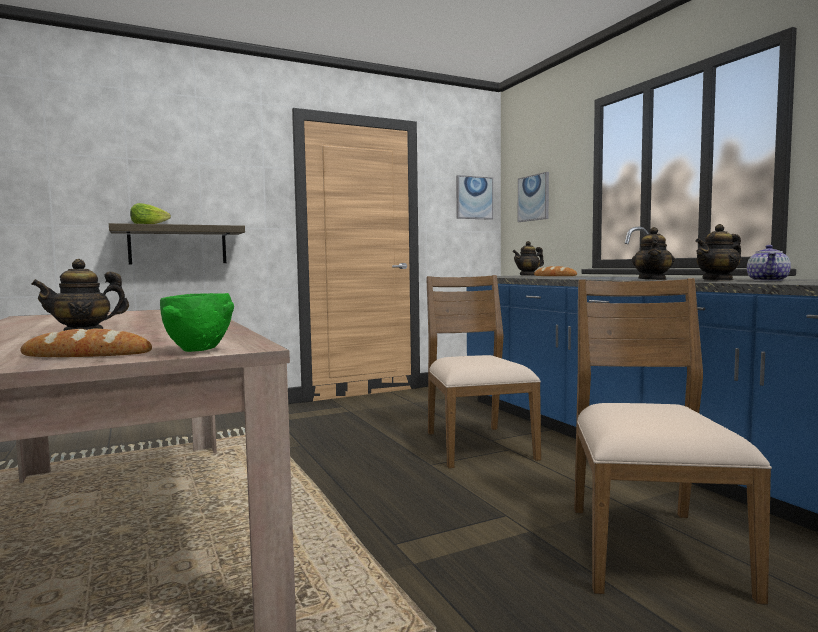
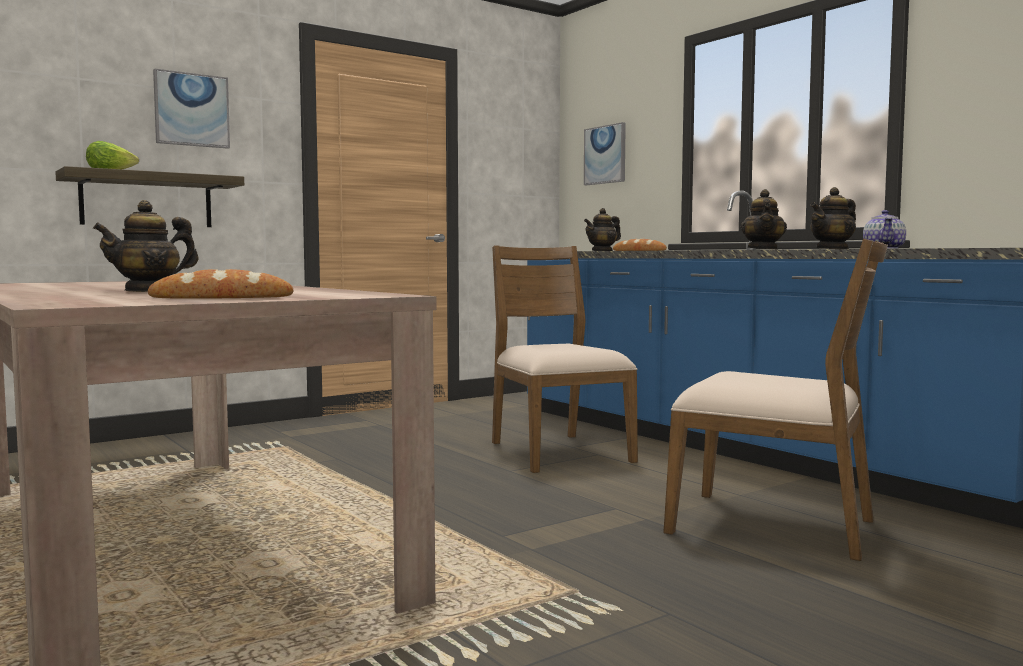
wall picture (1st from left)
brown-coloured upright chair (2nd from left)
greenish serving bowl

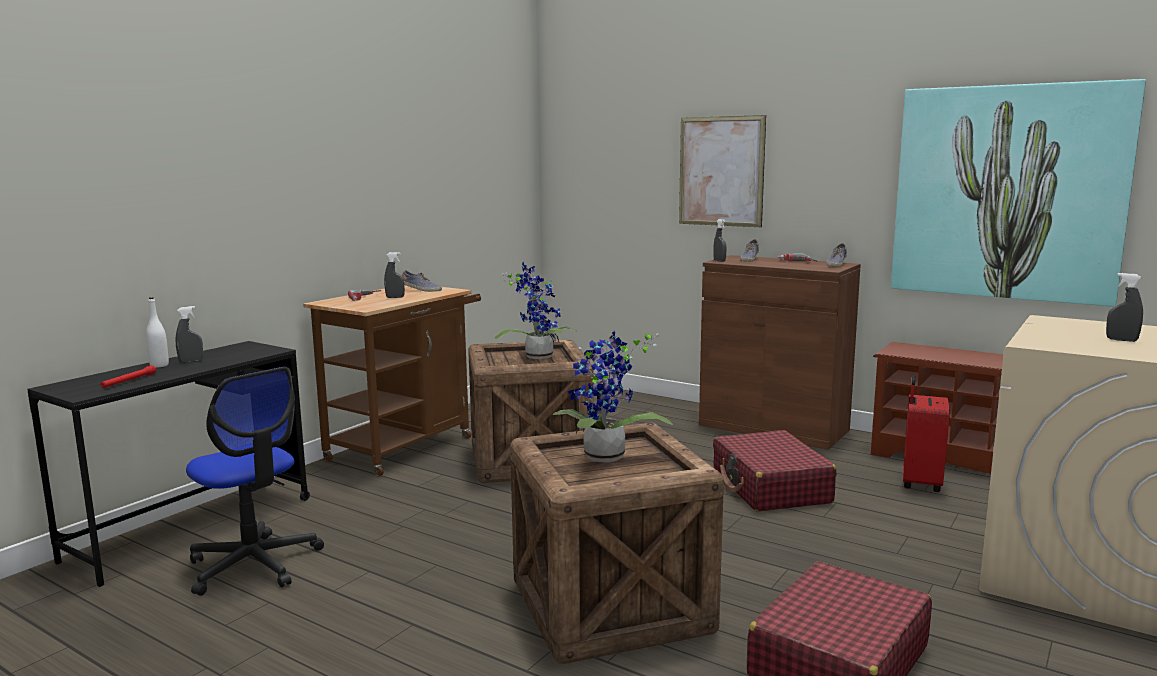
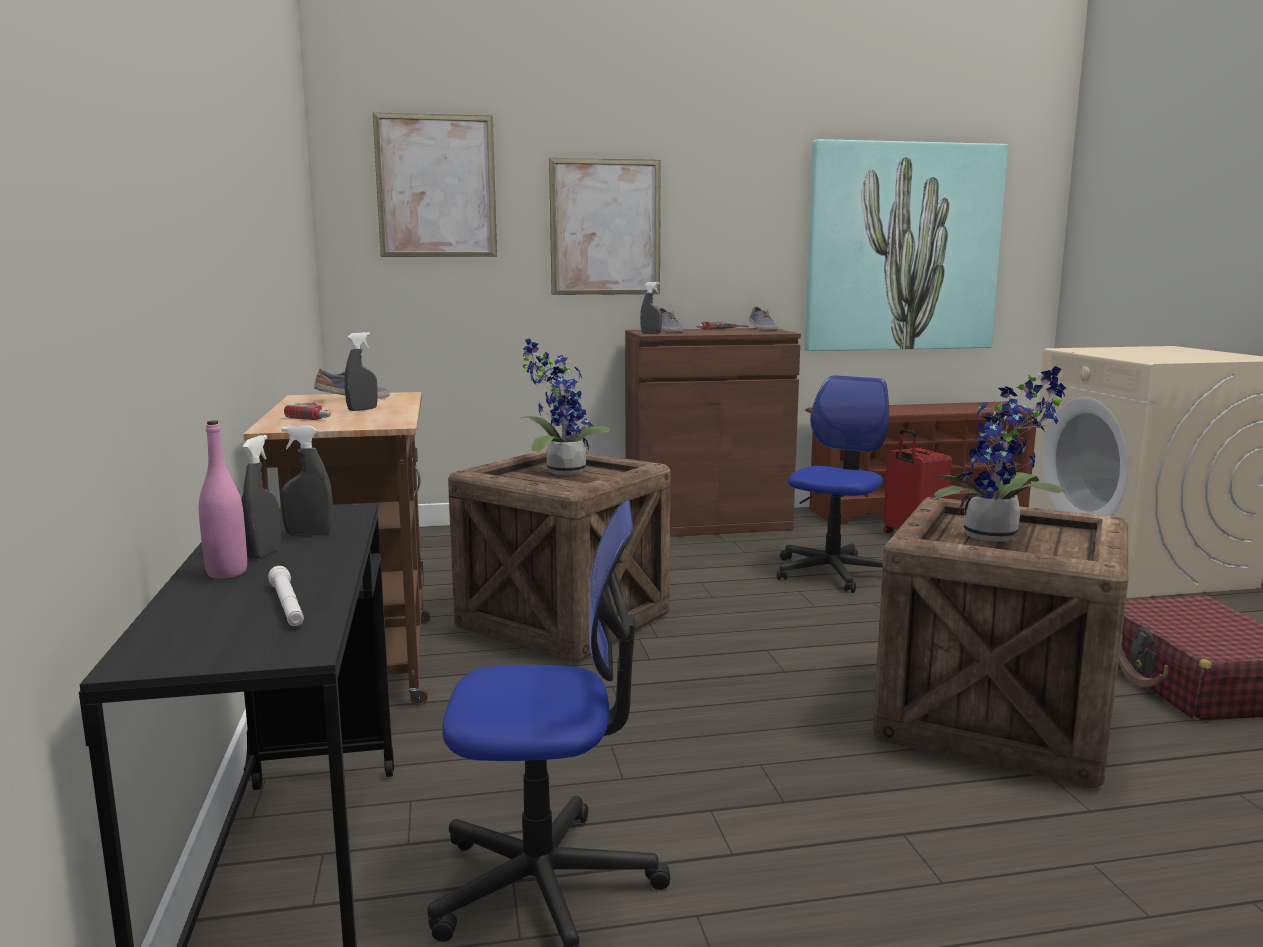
pinkish beverage bottle
whitish flashlight
gray hand sprayer (2nd from left)
wall picture (1st from left)
desk chair (2nd from left)

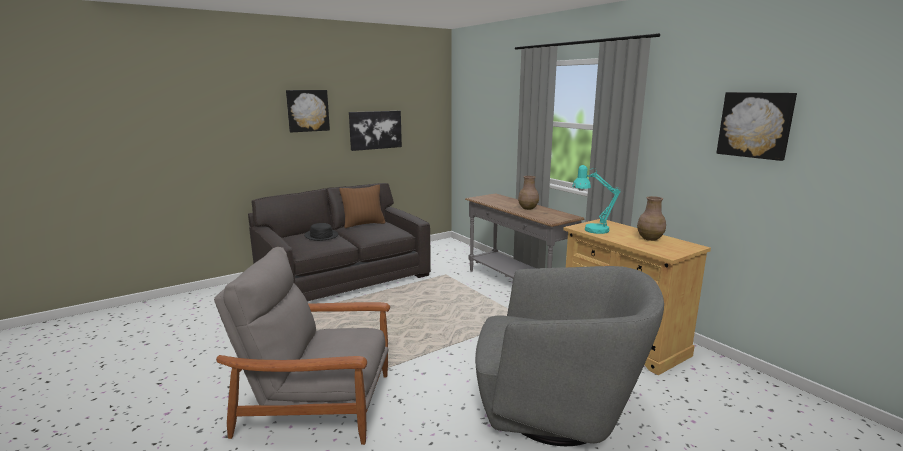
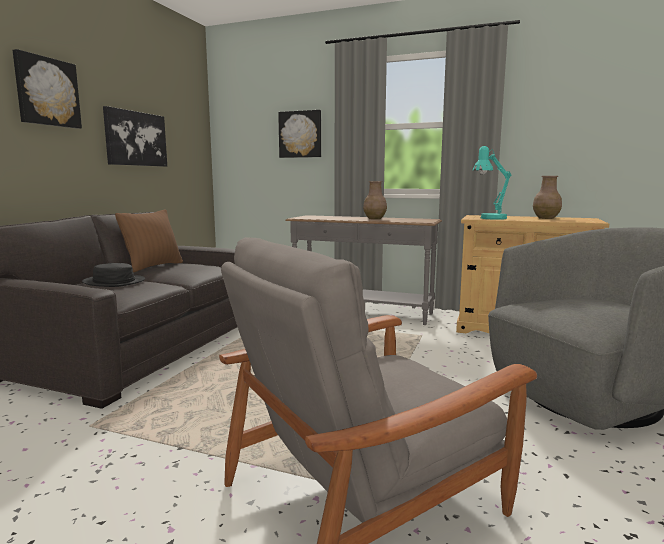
wall picture (3rd from left)

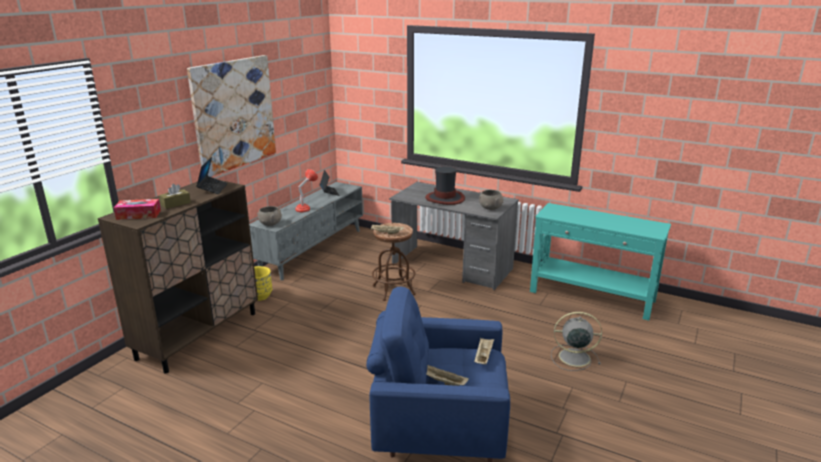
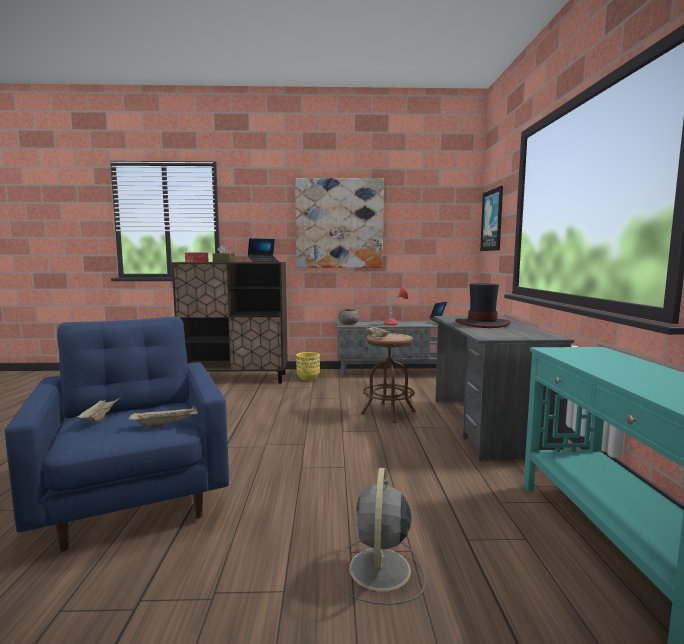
gray fan
wall picture (2nd from left)
gray serving bowl (2nd from left in the first image)

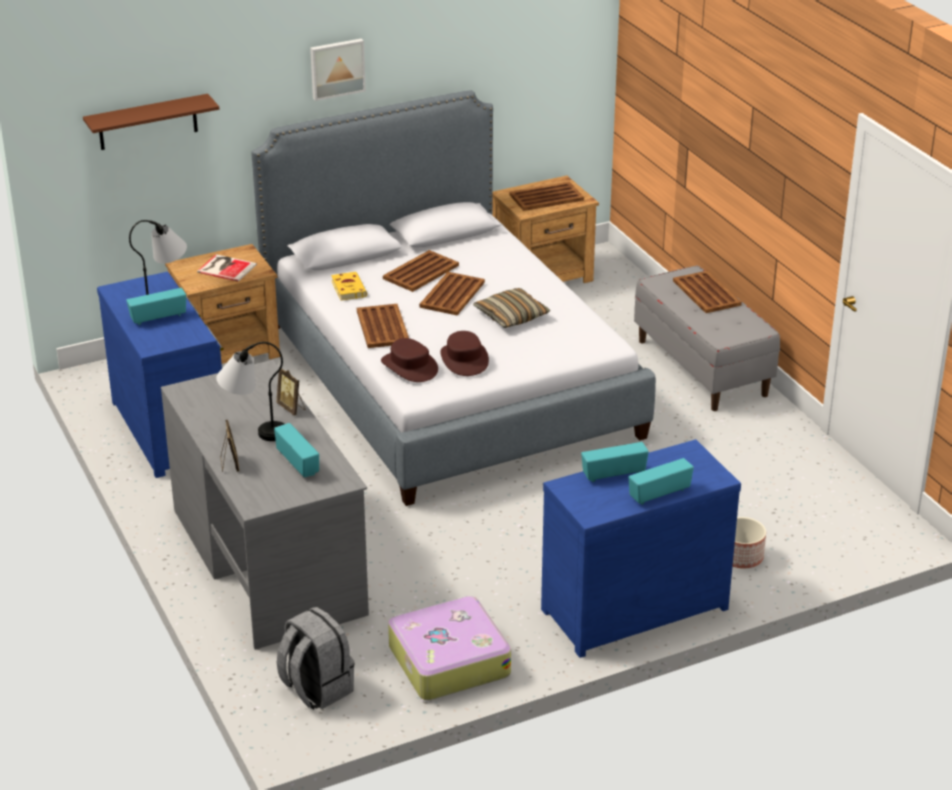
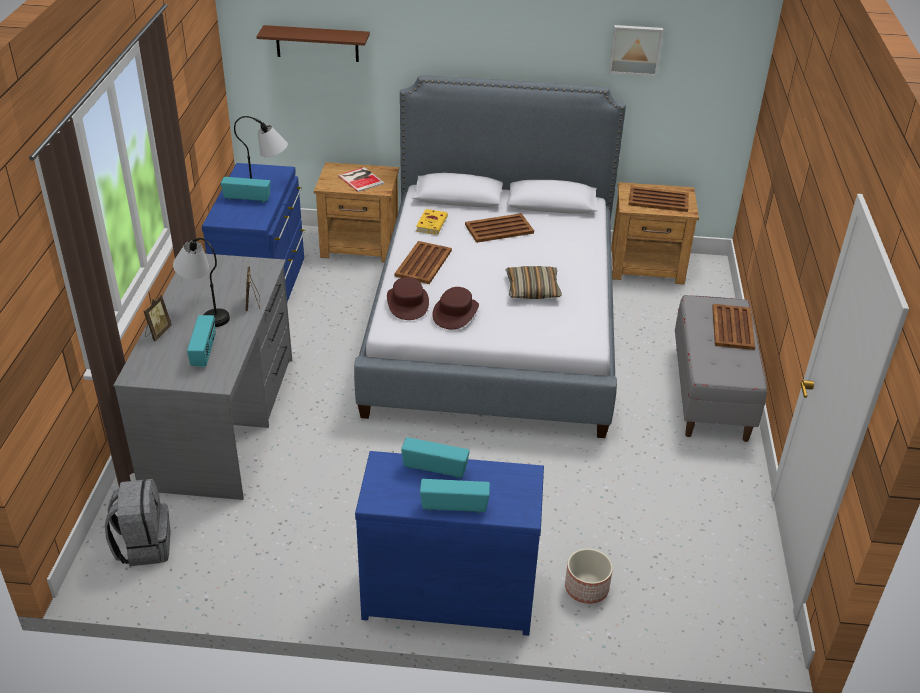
wall picture
piece of luggage
brown-coloured serving tray (3rd from left in the first image)

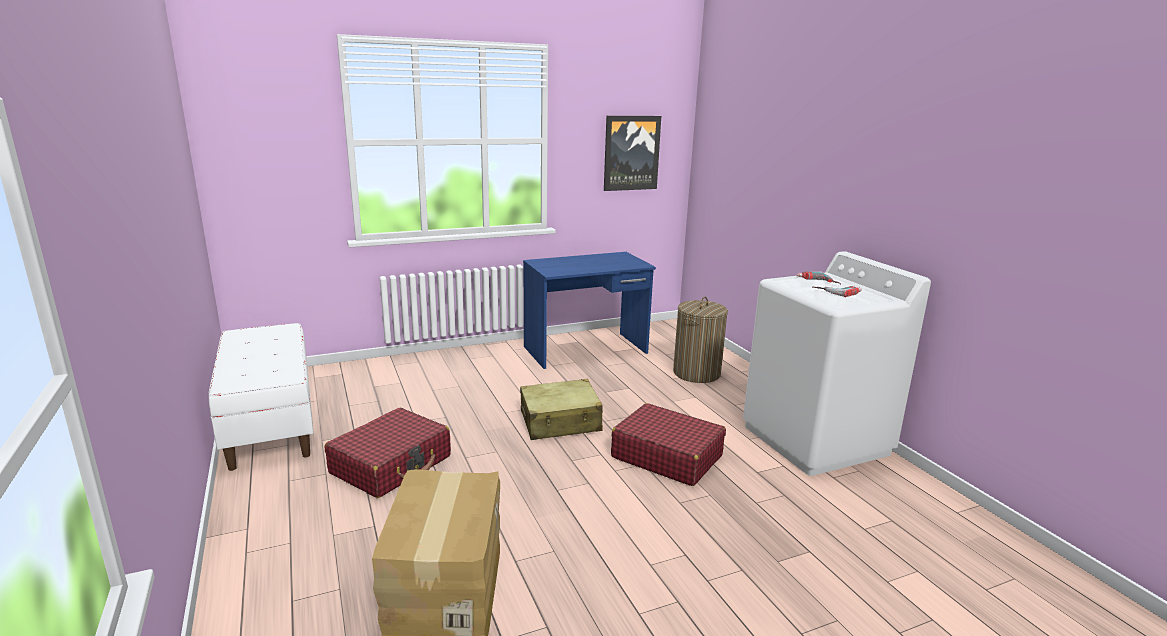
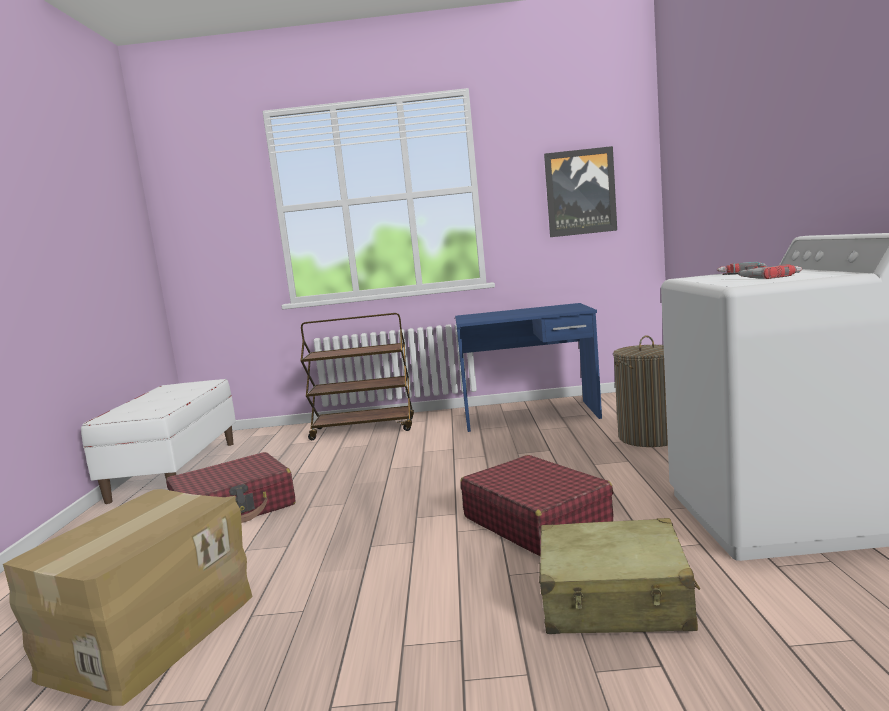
brown-coloured wheeled cart
beige piece of luggage

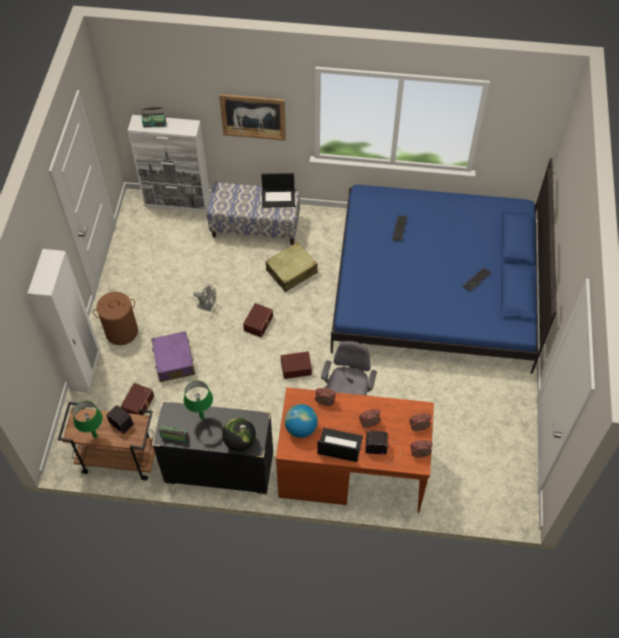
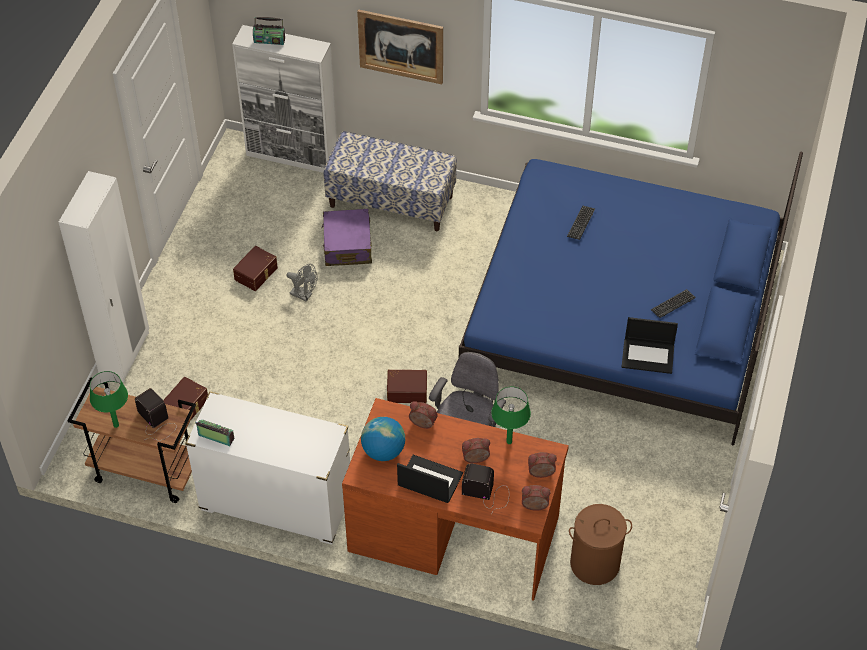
whitish chest of drawers
brown-coloured storage container (2nd from left)
purple piece of luggage
greenish table lamp (2nd from left)
brown-coloured hamper
notebook computer (2nd from left)
world globe (1st from left in the first image)
beige piece of luggage

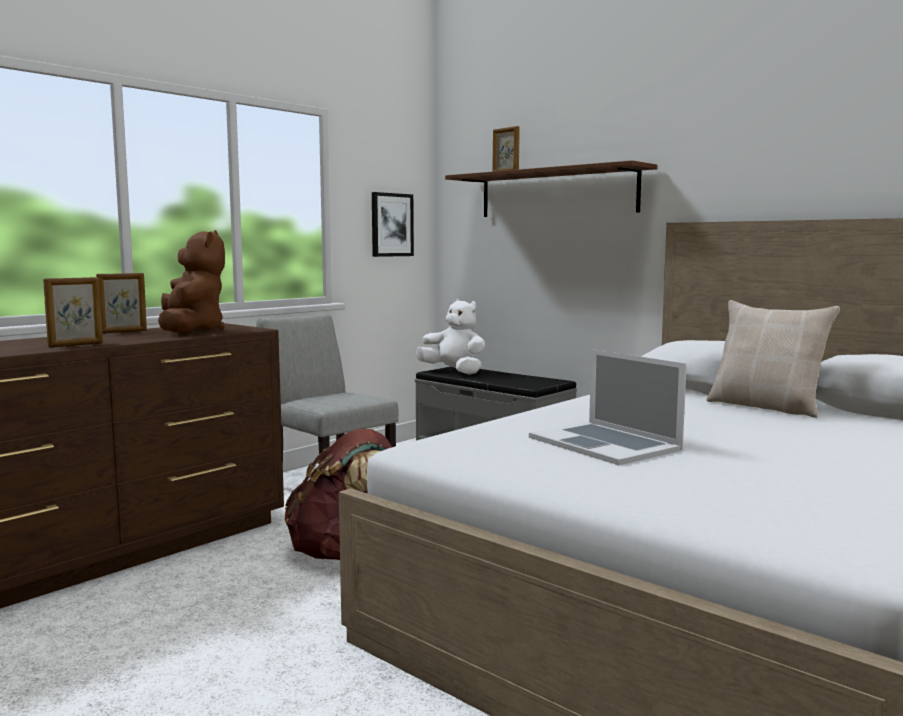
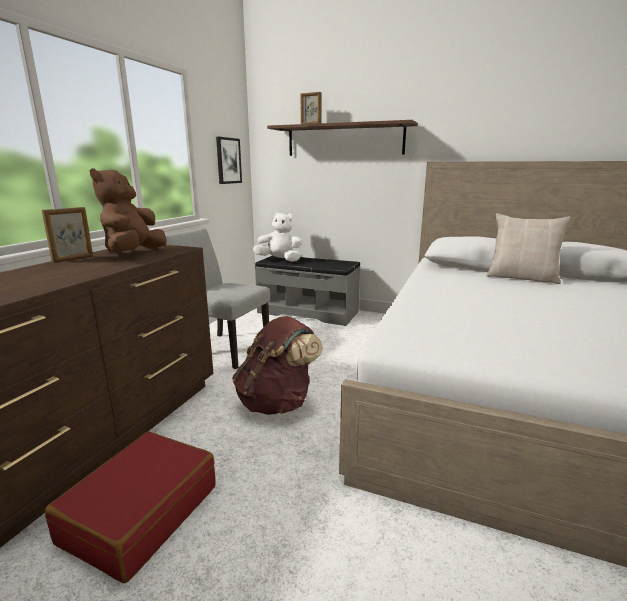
red piece of luggage
brown-coloured soft toy
standing frame (1st from left in the first image)
notebook computer

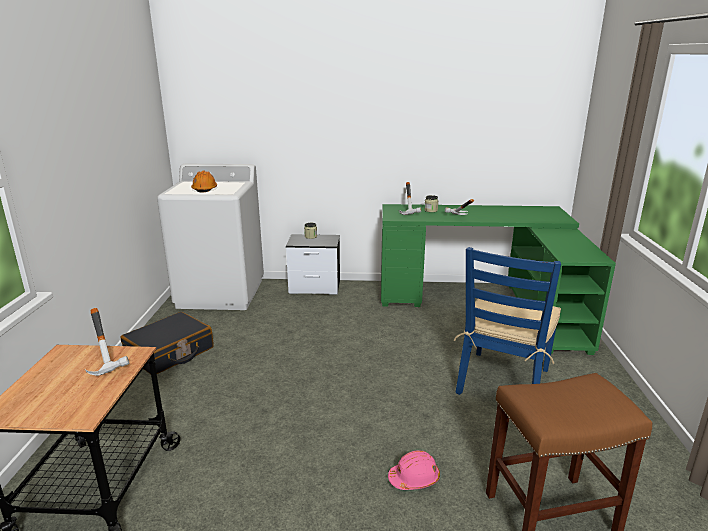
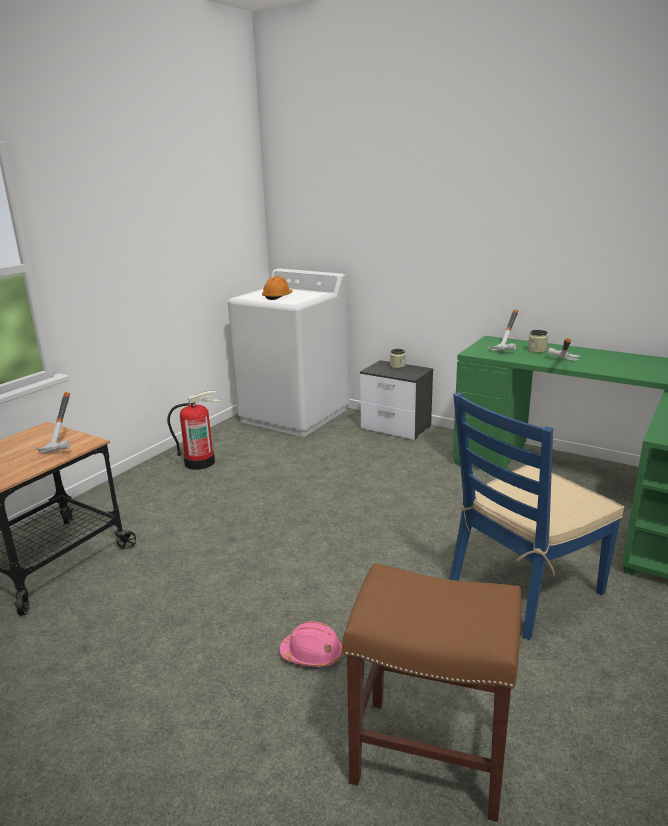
fire extinguisher

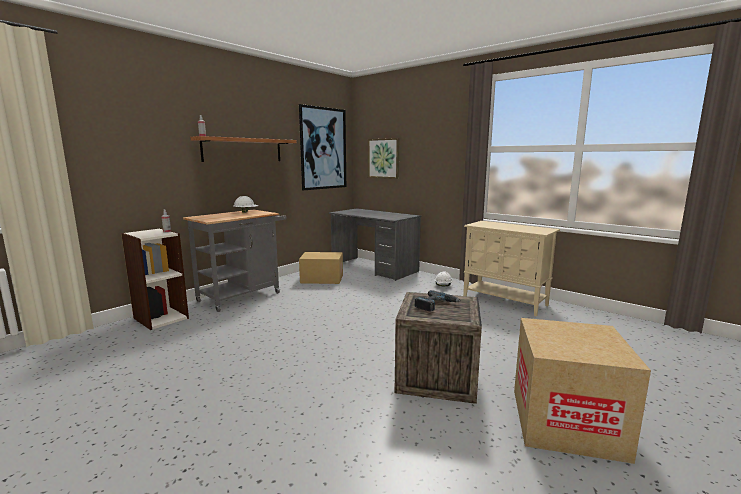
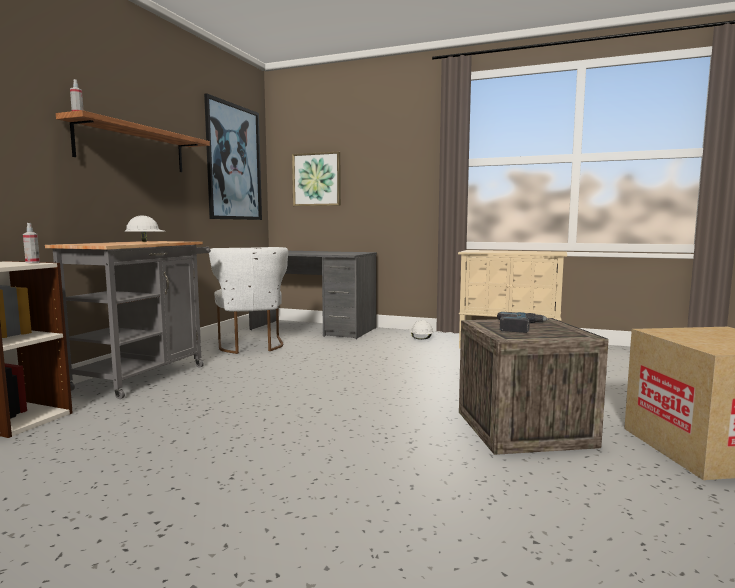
whitish upright chair

